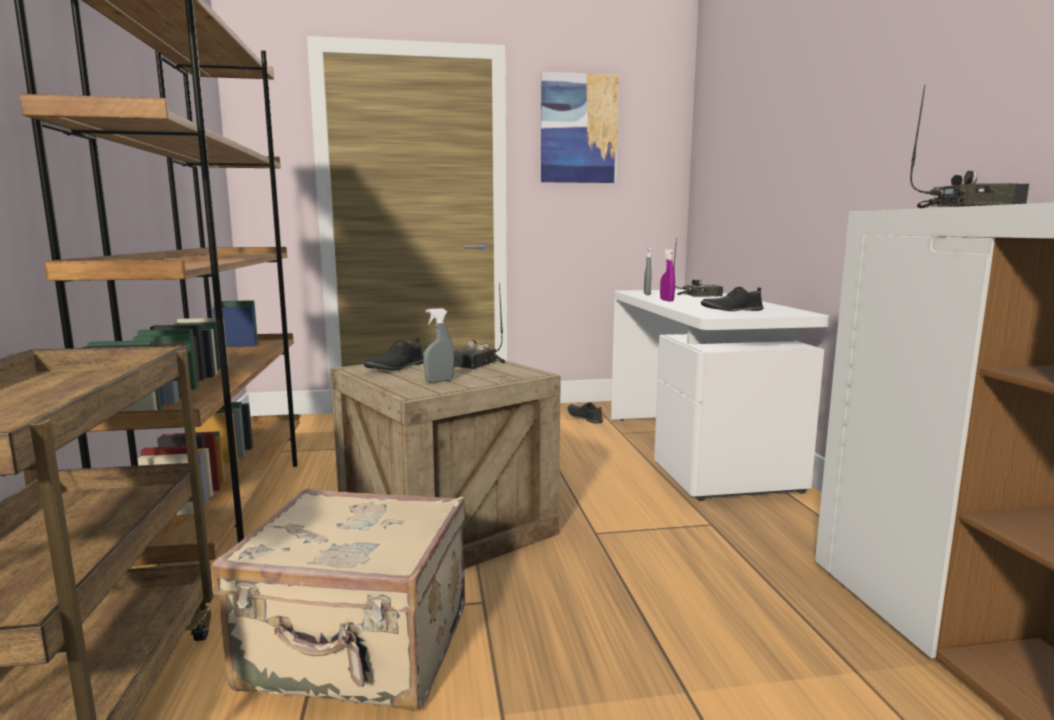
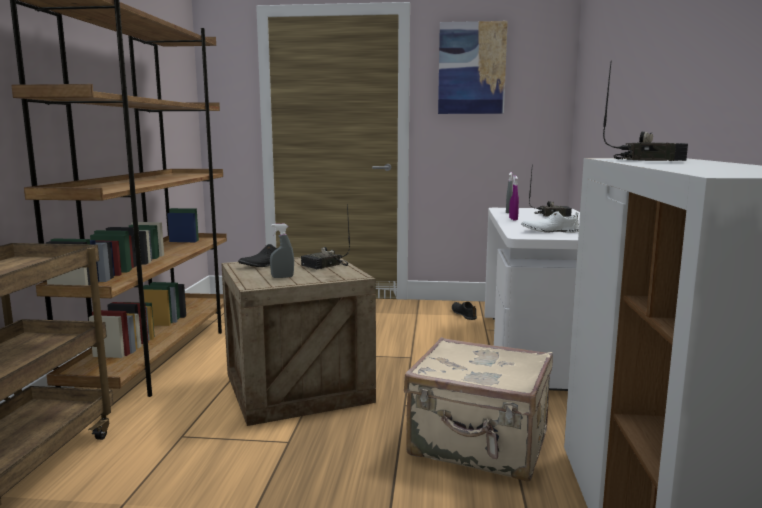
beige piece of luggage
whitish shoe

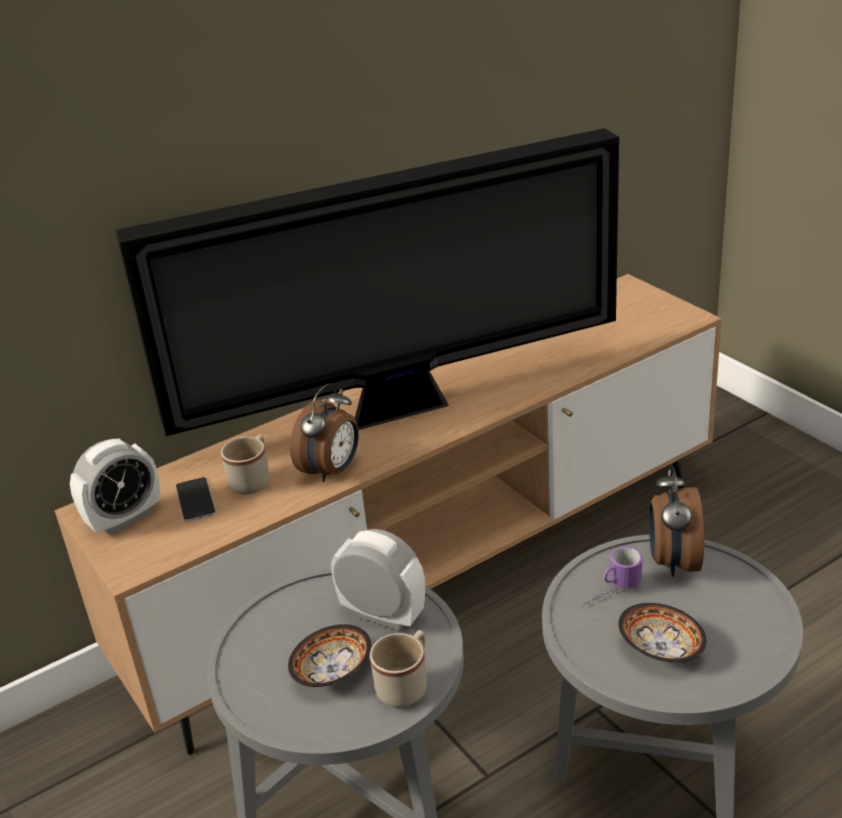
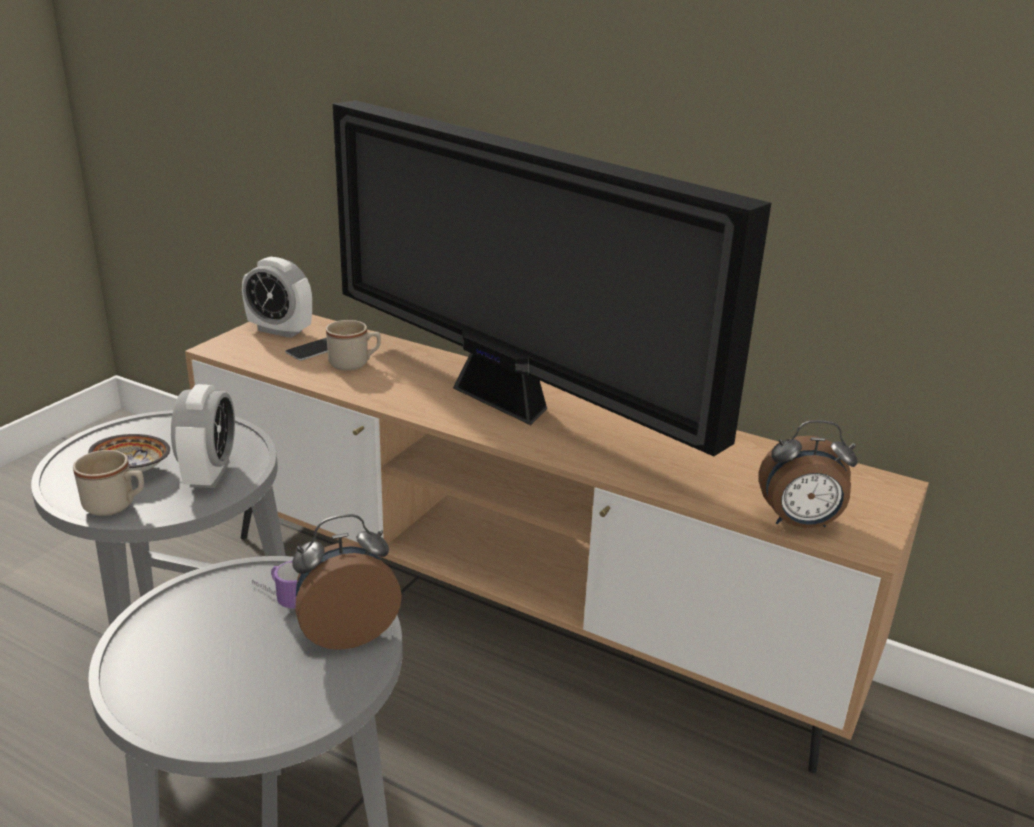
bedside clock (4th from left)
serving bowl (2nd from left in the first image)

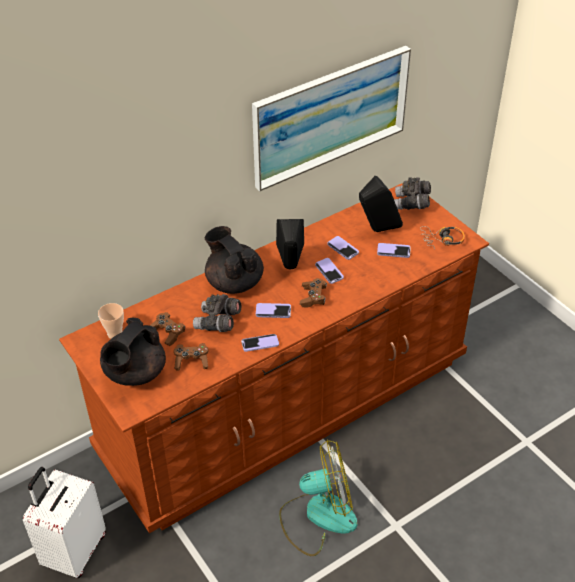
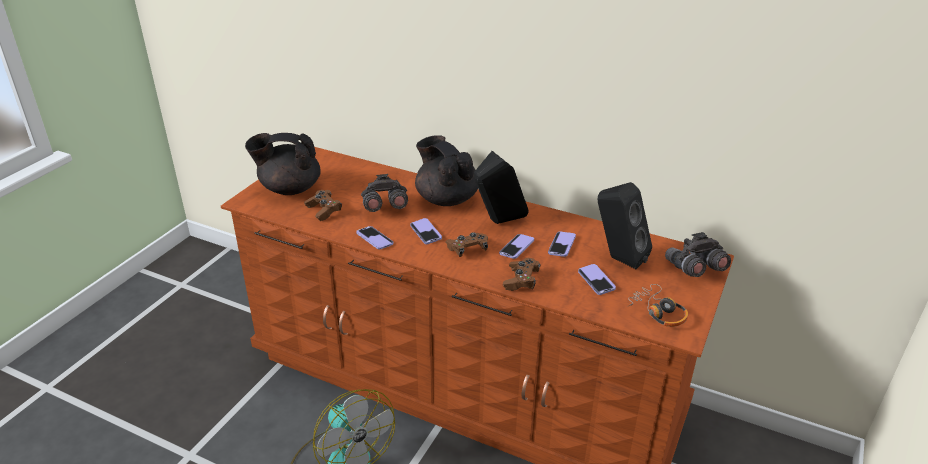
blackish tea pot (2nd from left)
brown-coloured gamepad (3rd from left)
whitish piece of luggage
drinking cup
wall picture

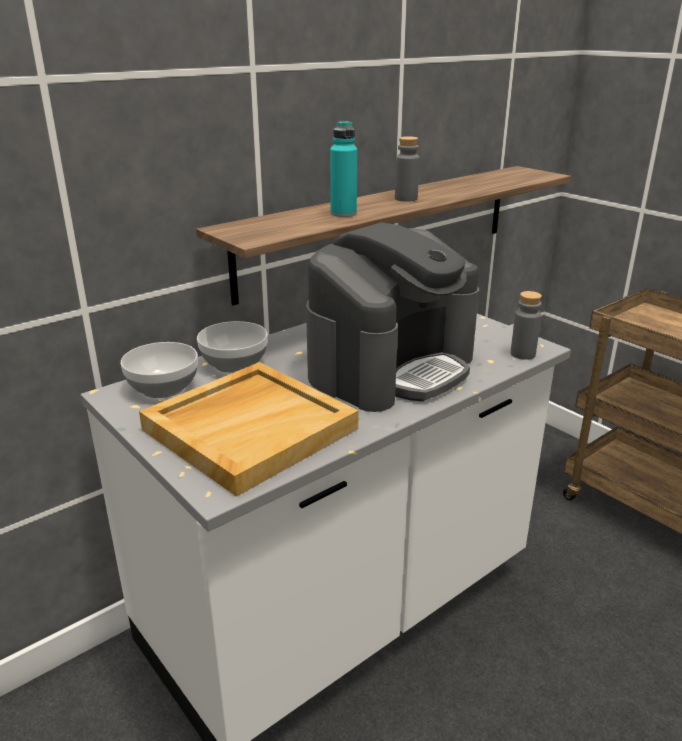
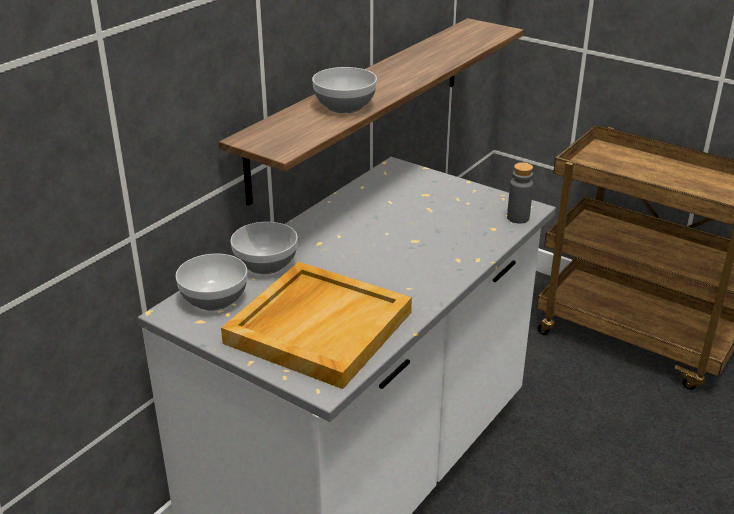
serving bowl (3rd from left)
coffee machine
gray beverage bottle (1st from left in the first image)

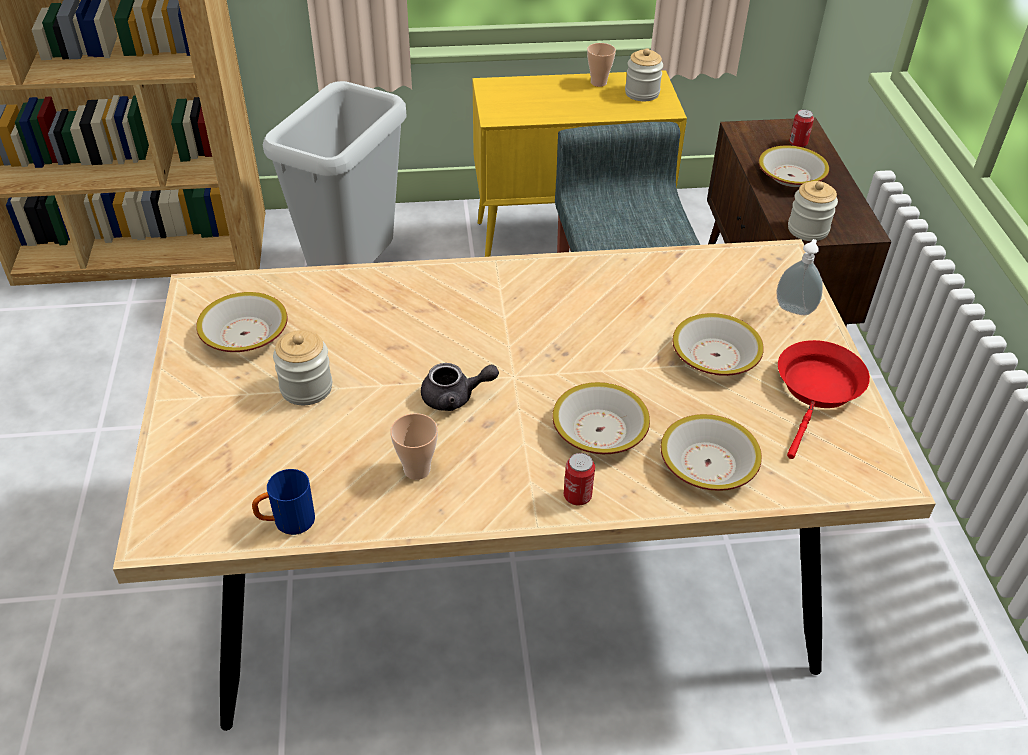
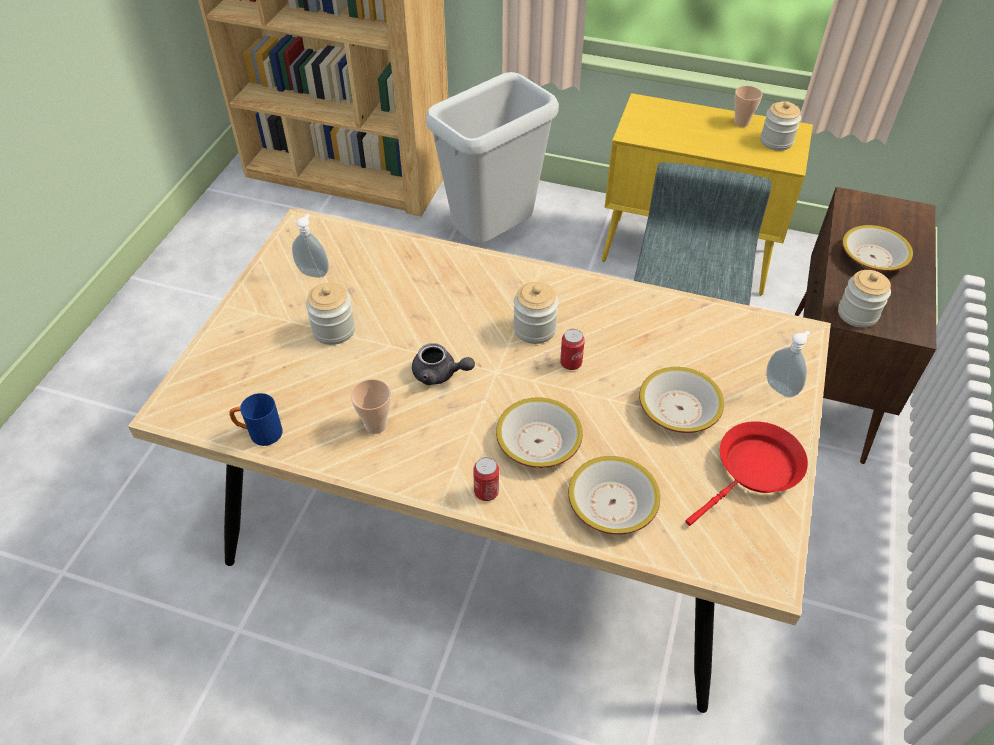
soap dispenser (1st from left)
jar (2nd from left)
metal can (2nd from left)

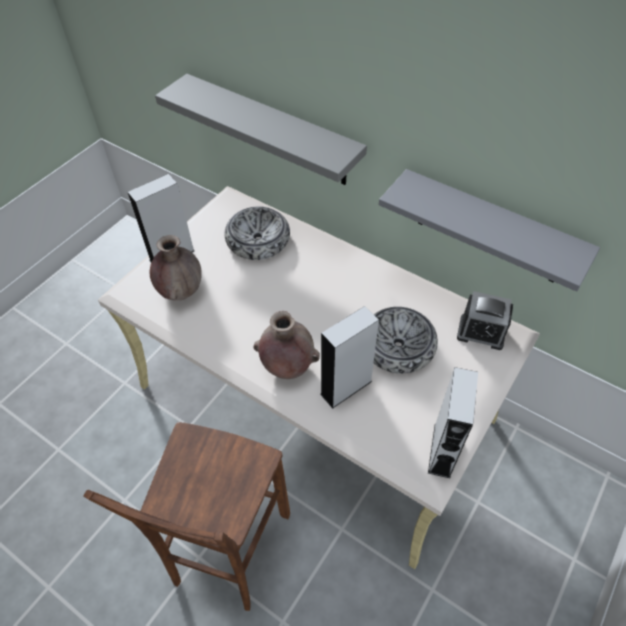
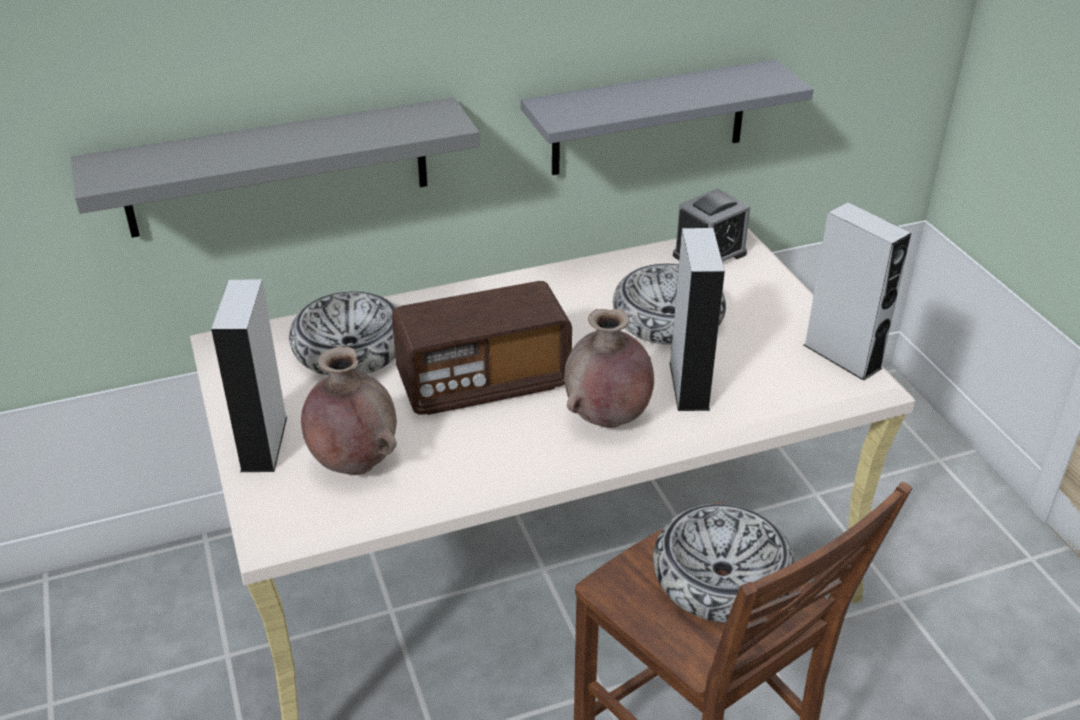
radio receiver
serving bowl (3rd from left)

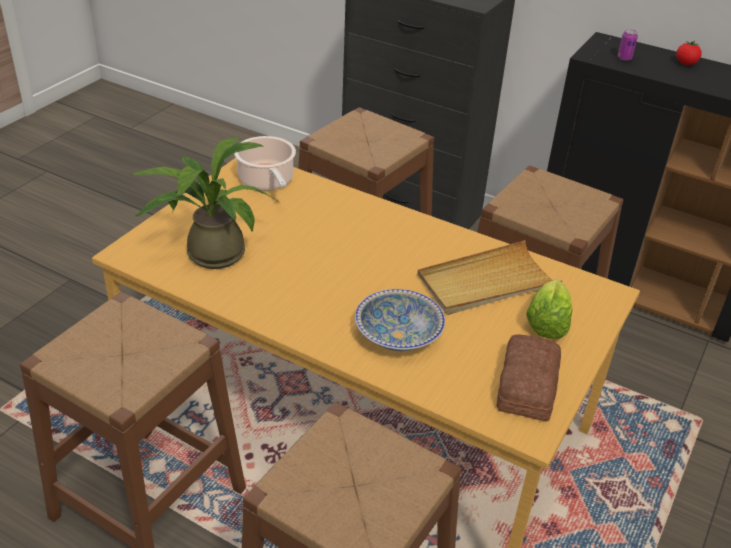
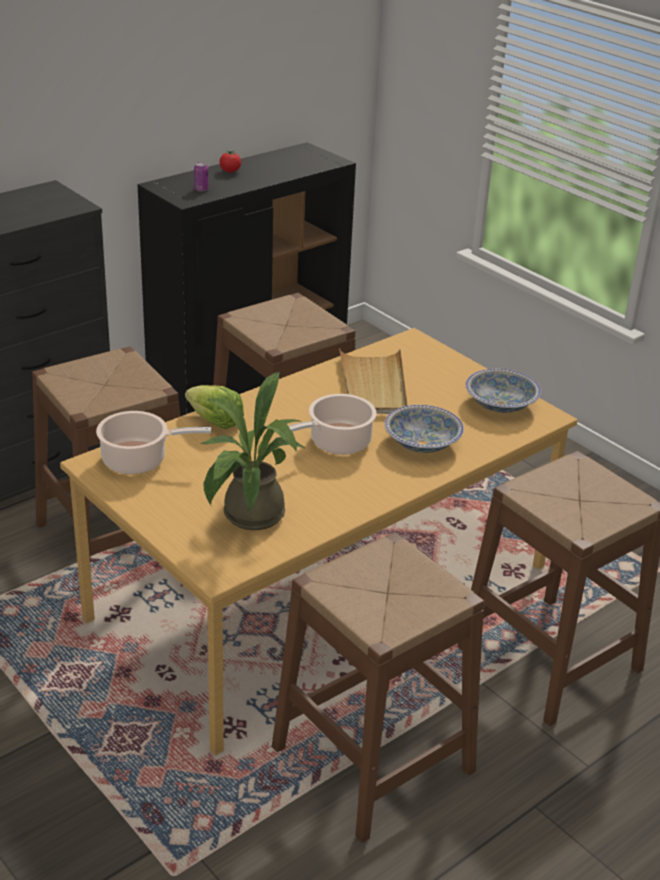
lettuce
saucepot (2nd from left)
serving bowl (2nd from left)

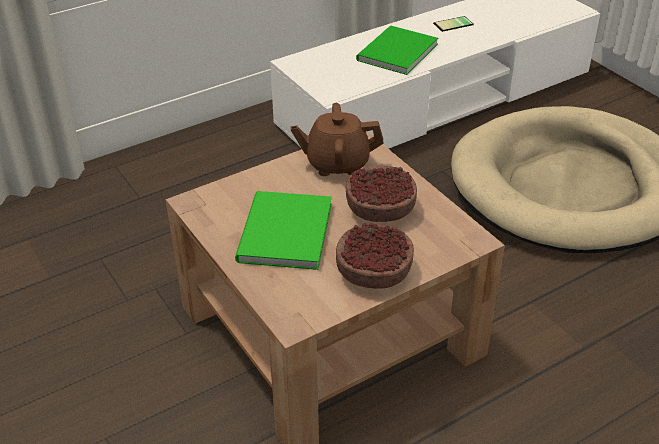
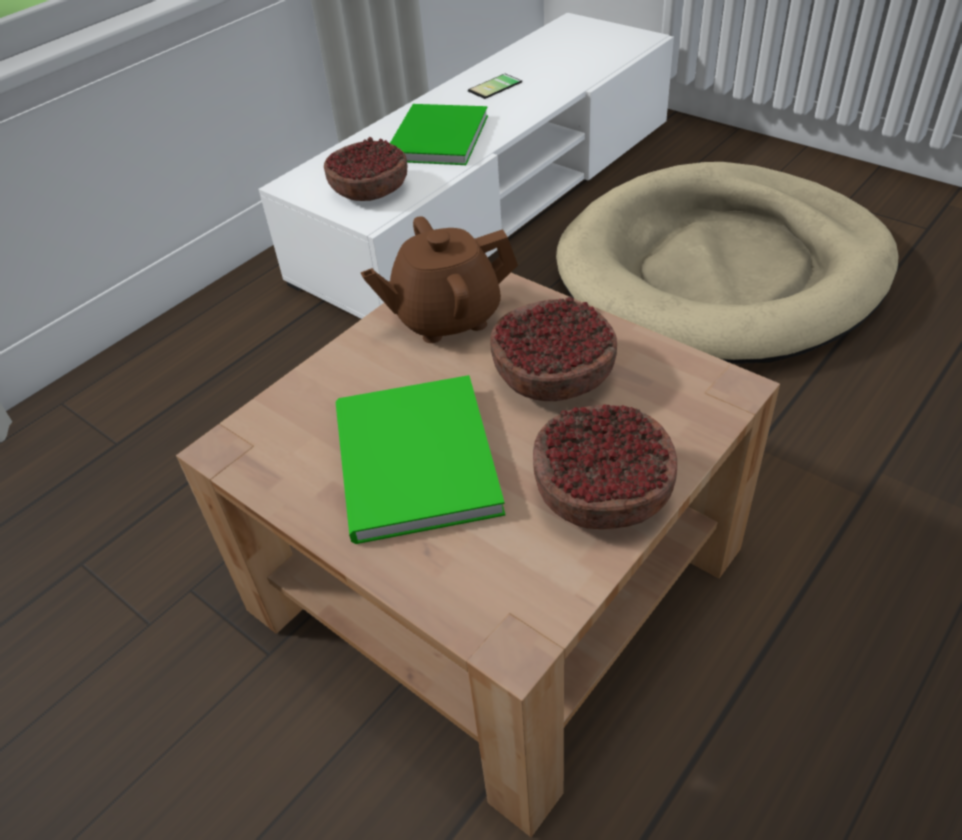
serving bowl (1st from left)

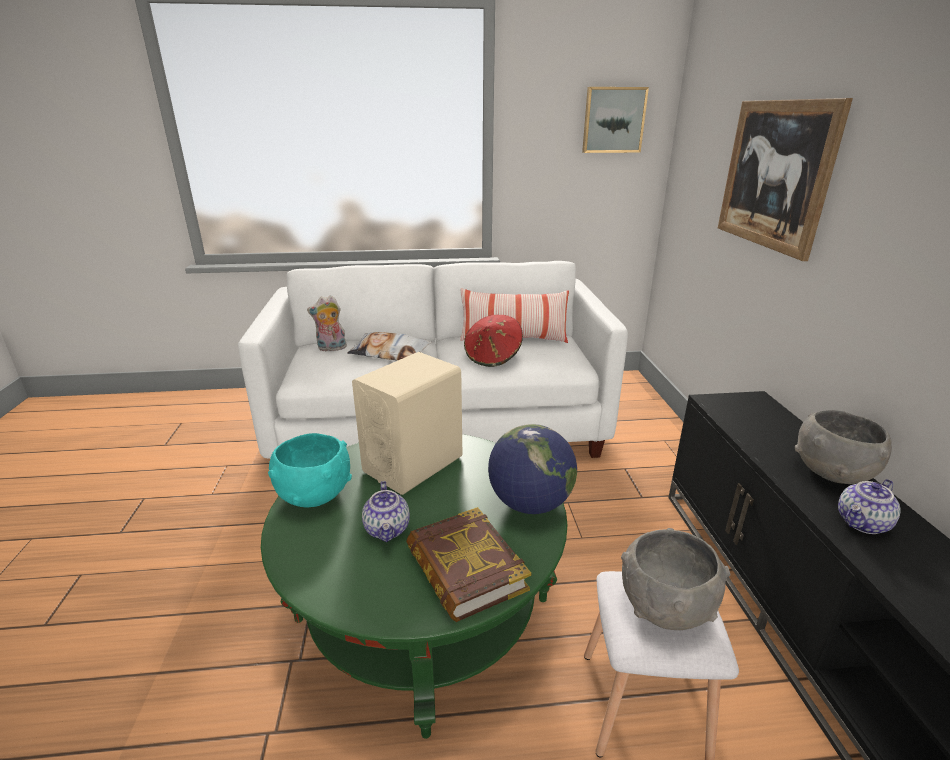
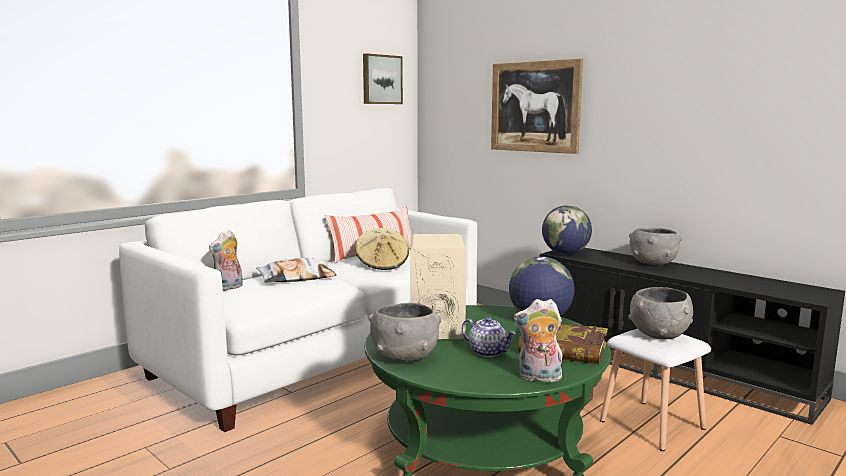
beige wearable hat
gray serving bowl (1st from left)
soft toy (2nd from left)
world globe (2nd from left)
tea pot (2nd from left in the first image)

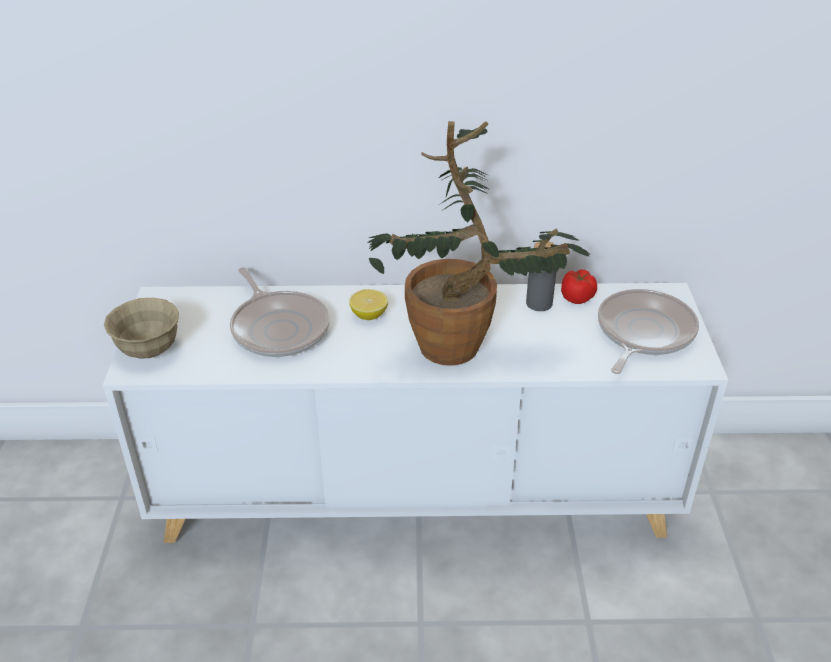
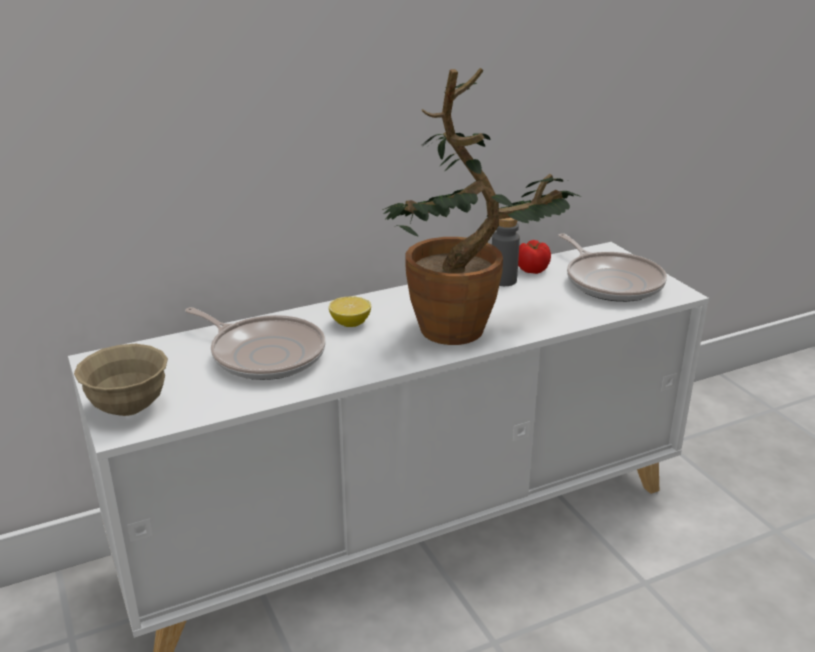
pan (2nd from left)

